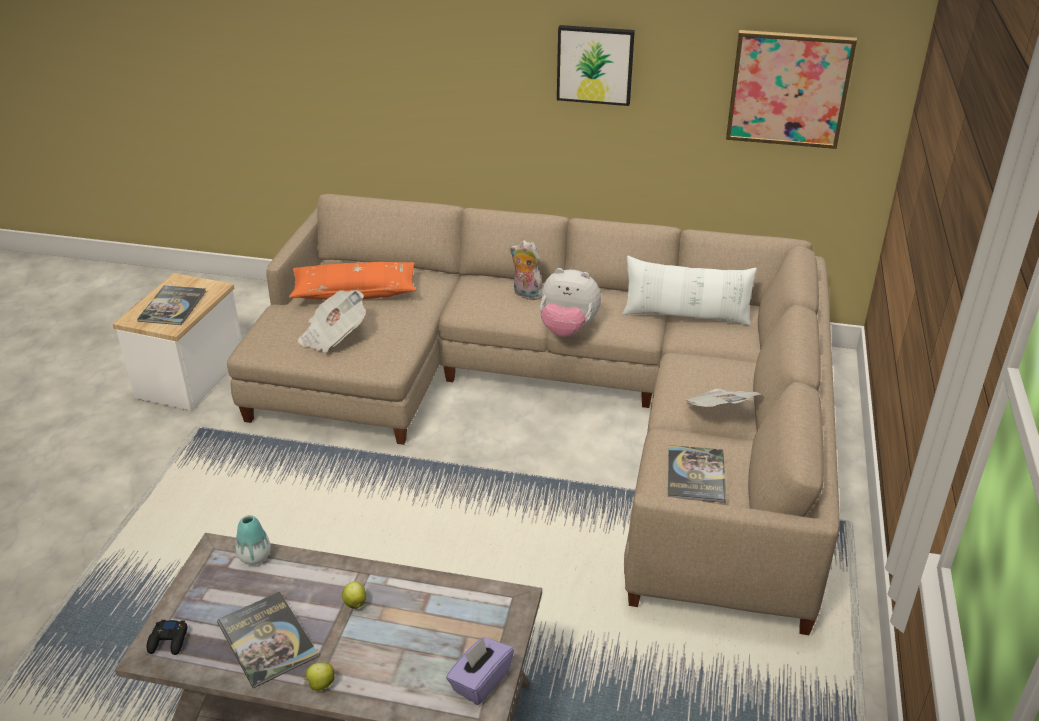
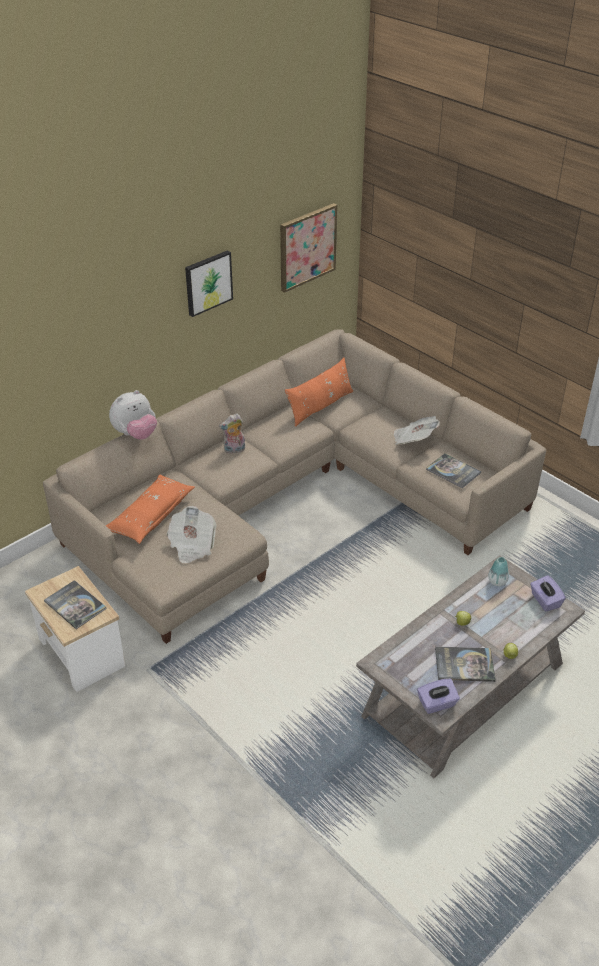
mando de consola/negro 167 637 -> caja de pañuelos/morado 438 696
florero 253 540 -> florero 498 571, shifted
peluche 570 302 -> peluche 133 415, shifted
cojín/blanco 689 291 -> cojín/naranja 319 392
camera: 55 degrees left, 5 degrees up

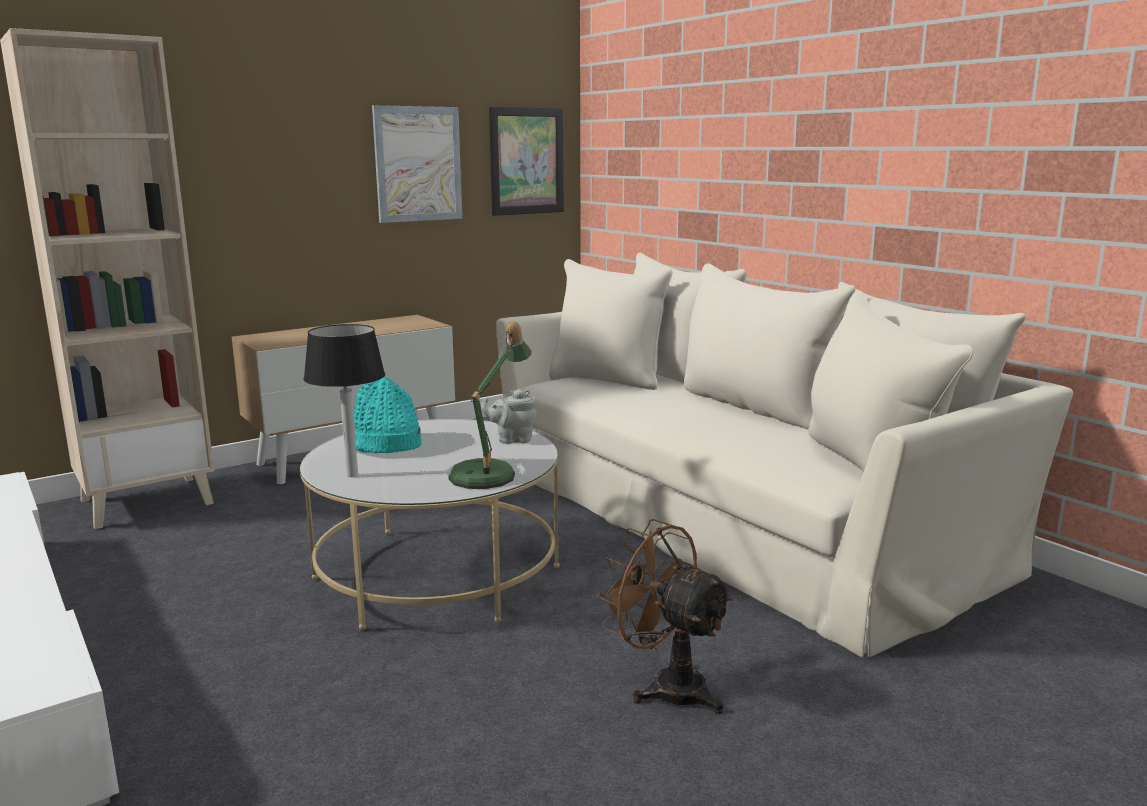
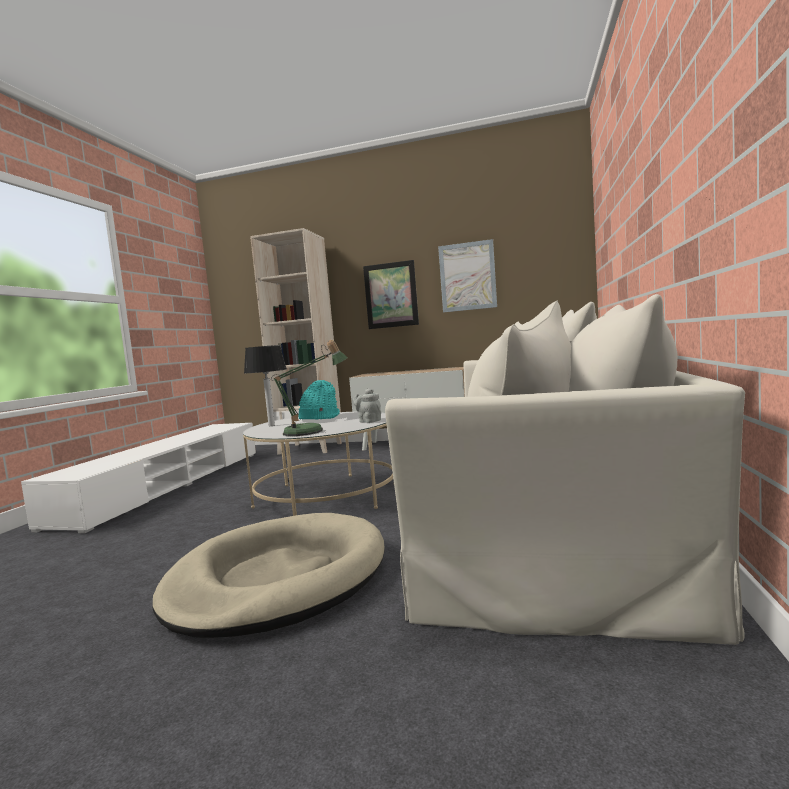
cuadro 526 161 -> cuadro 391 294, shifted
ventilador/marrón 664 616 -> cama para perro/beis 268 575
camera: 50 degrees right, 10 degrees down

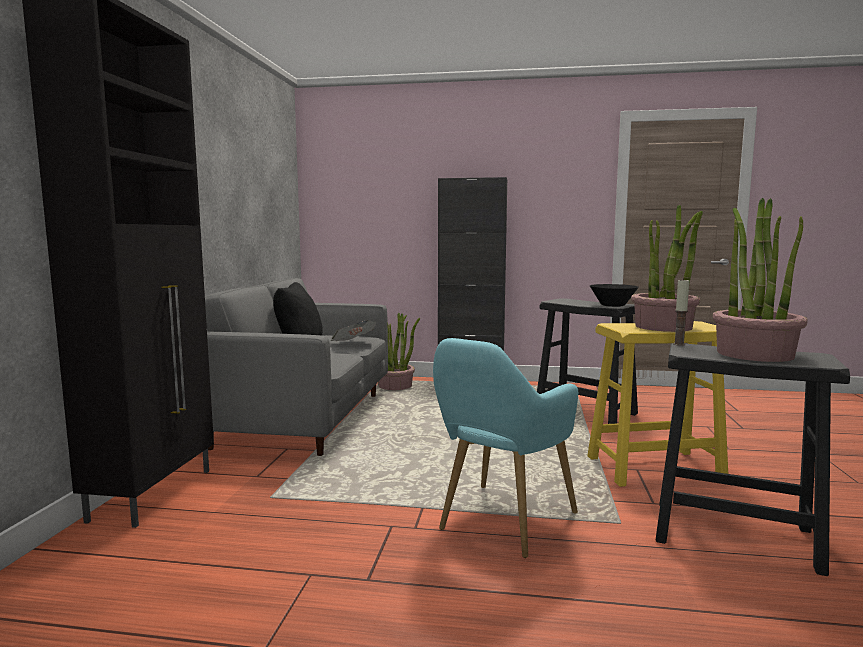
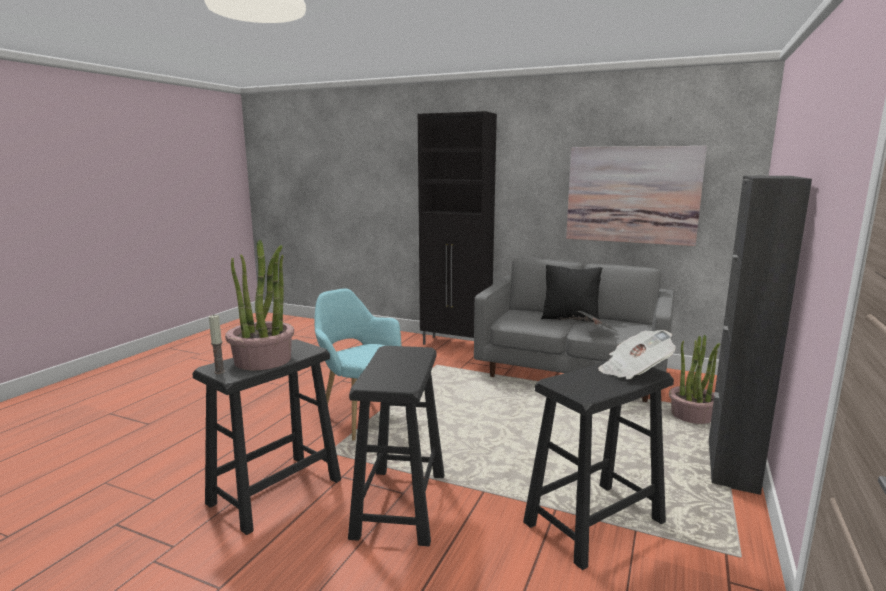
taburete/amarillo 657 404 -> taburete/negro 396 446
cuenco/negro 614 295 -> none
planta en maceta 667 268 -> none
vela 681 312 -> vela 217 344, shifted
none -> cuadro 636 196
none -> periódico 637 354
camera: 105 degrees right, 5 degrees up

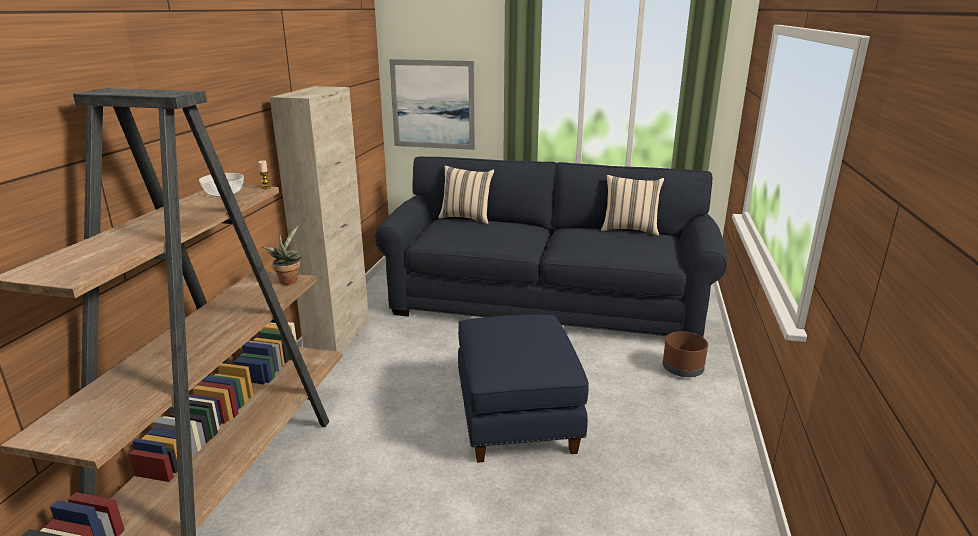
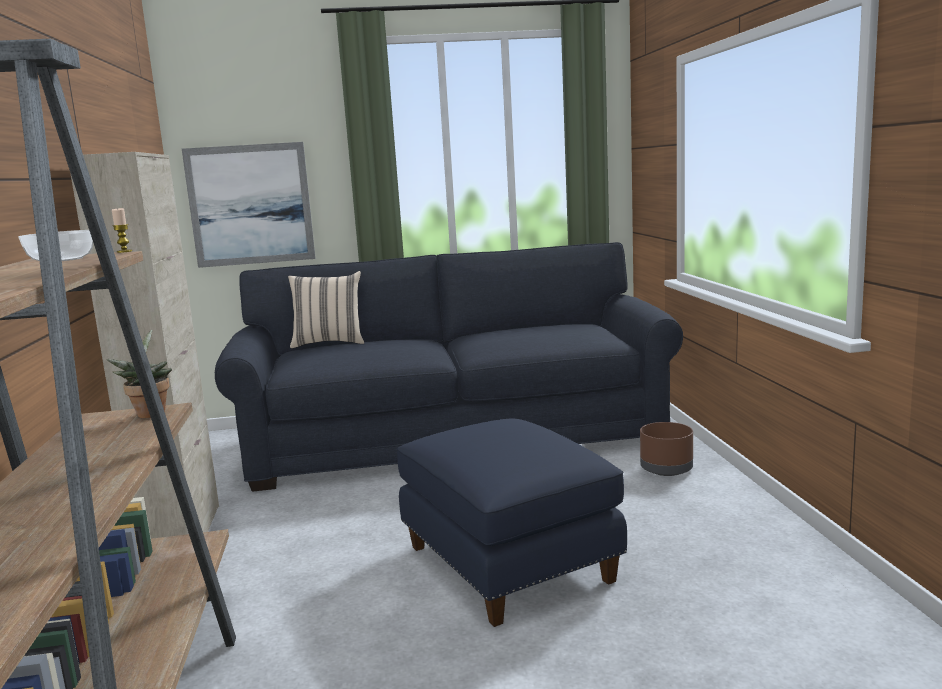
cojín/beis 632 205 -> none
camera: 20 degrees left, 10 degrees down

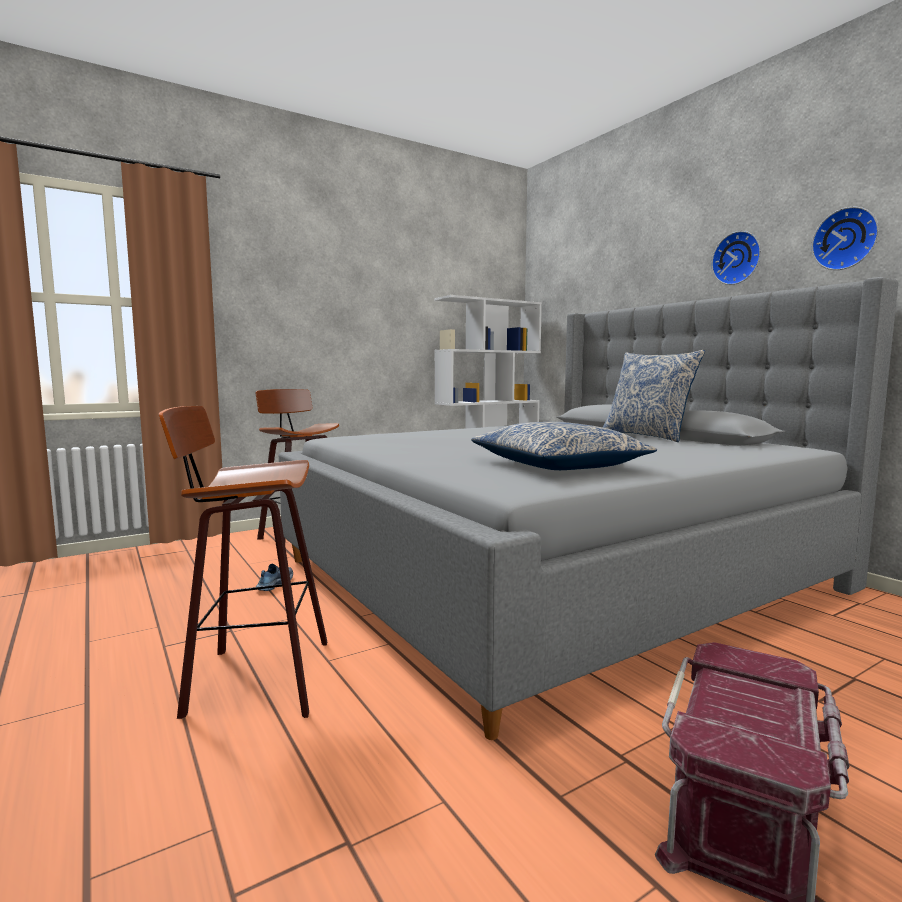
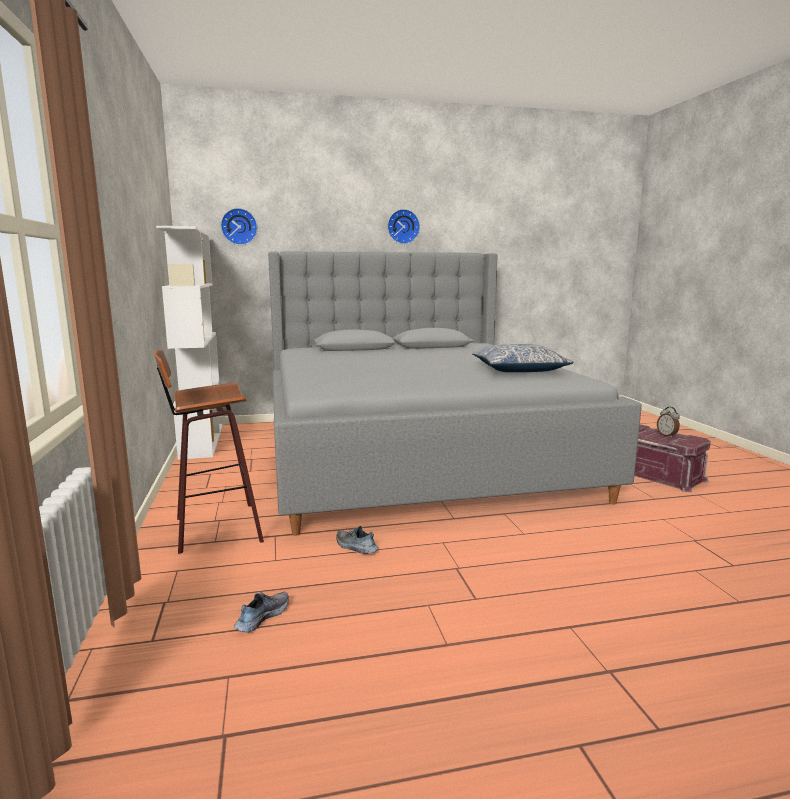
taburete 243 562 -> none
cojín 654 396 -> none
reloj de pared 845 238 -> reloj de pared 239 226, shifted
none -> zapato 261 612
none -> despertador 668 422
camera: 70 degrees left, 5 degrees up

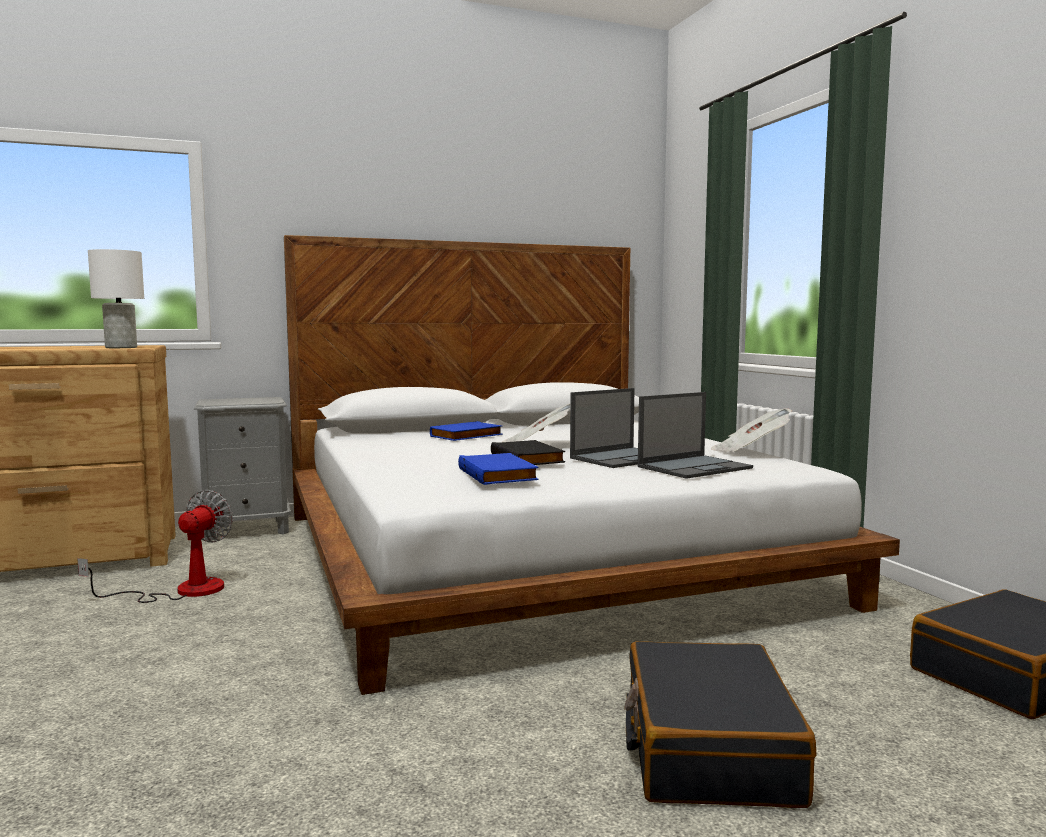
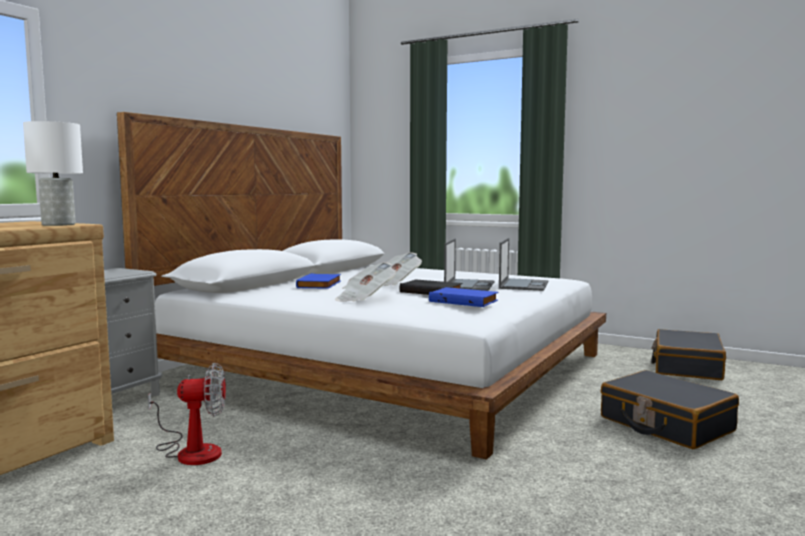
ventilador 155 546 -> ventilador 187 414, 105 degrees clockwise
periódico 751 430 -> periódico 365 282, shifted
camera: 40 degrees left, 0 degrees up

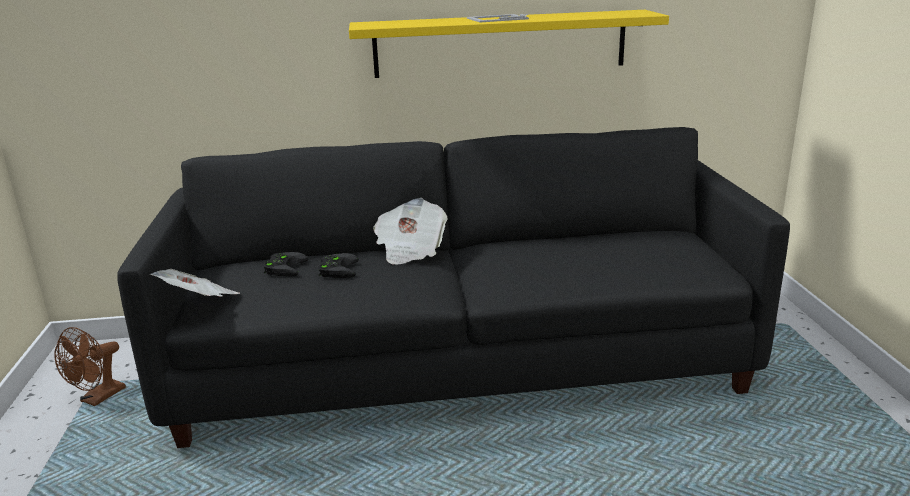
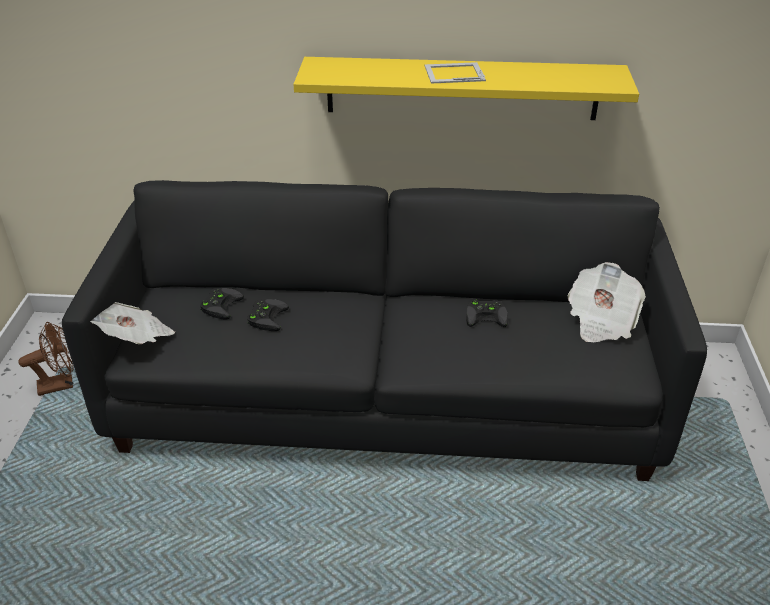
ventilador/marrón 90 366 -> ventilador/marrón 46 359, 150 degrees counterclockwise
periódico 410 231 -> periódico 606 302, shifted
none -> mando de consola/negro 487 313
camera: 10 degrees right, 15 degrees up

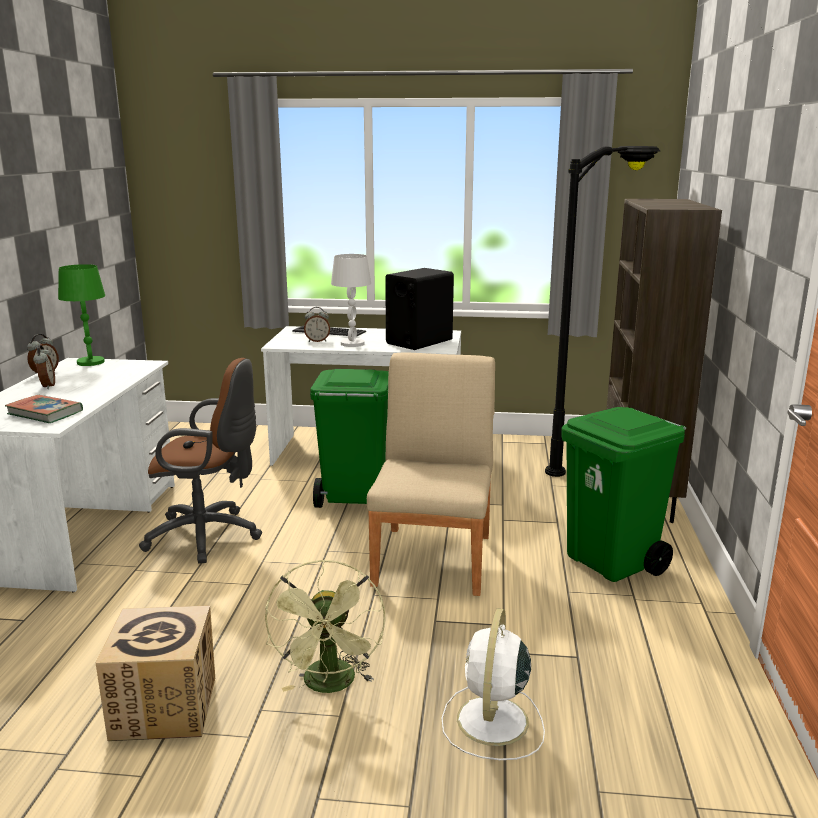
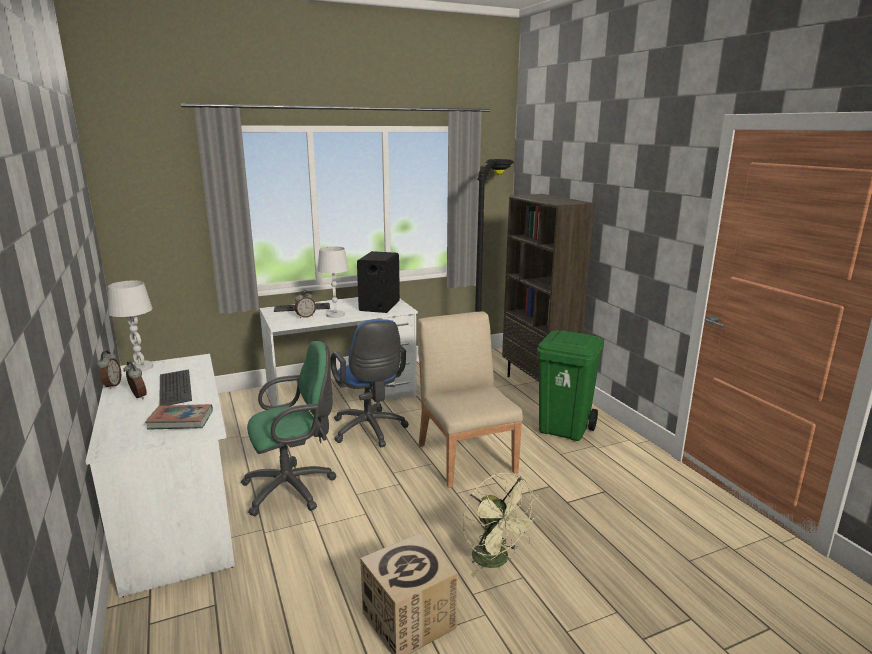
lámpara de mesa/verde 81 315 -> lámpara de mesa/blanco 130 326
silla de oficina/marrón 200 461 -> silla de oficina/verde 289 428
papelera/verde 349 438 -> silla de oficina/azul 370 383
ventilador/blanco 493 684 -> none
none -> teclado 175 387
camera: 30 degrees left, 0 degrees up

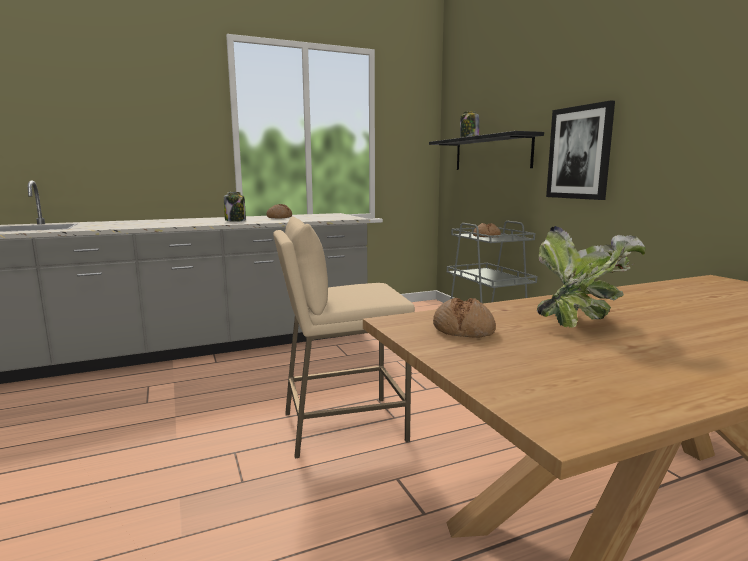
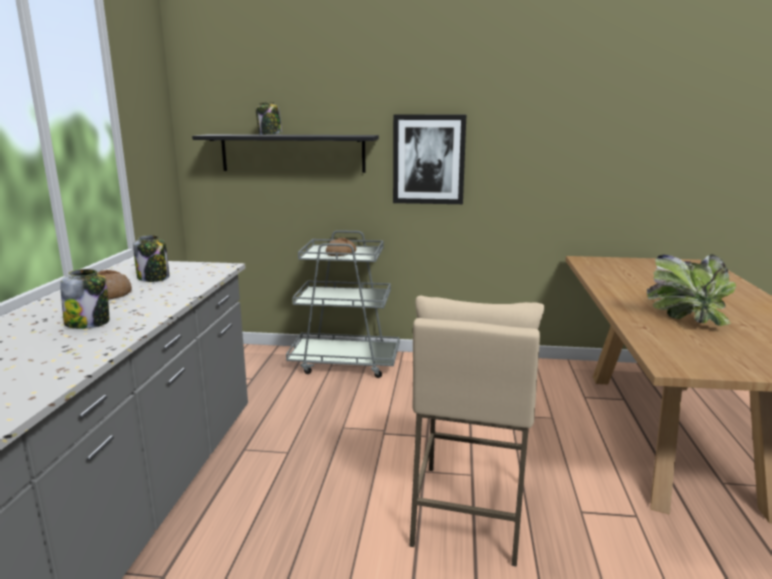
pan 464 318 -> none
none -> tarro 151 258
camera: 60 degrees left, 5 degrees up

